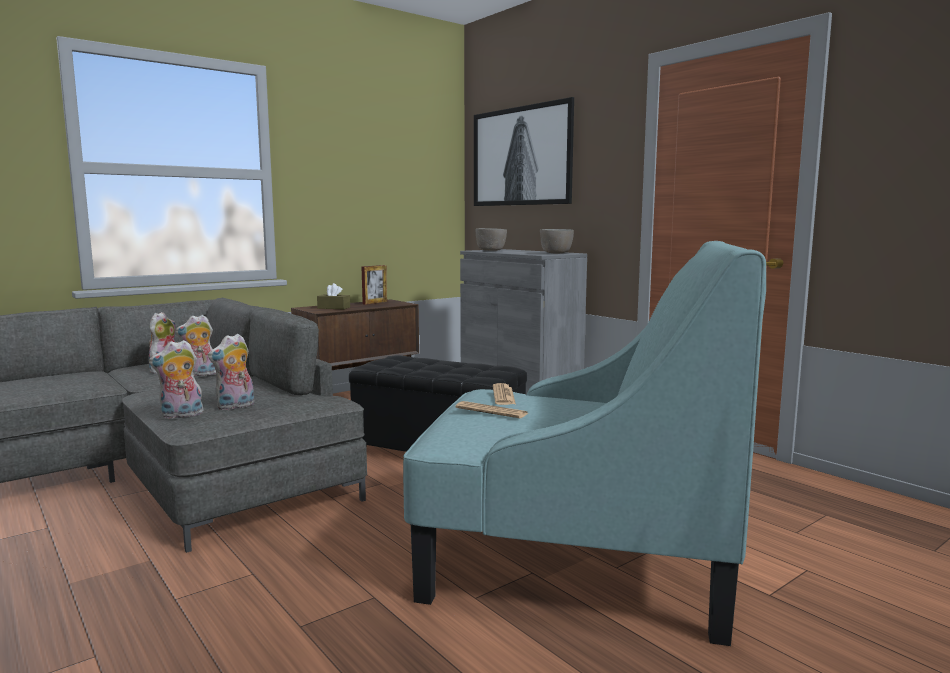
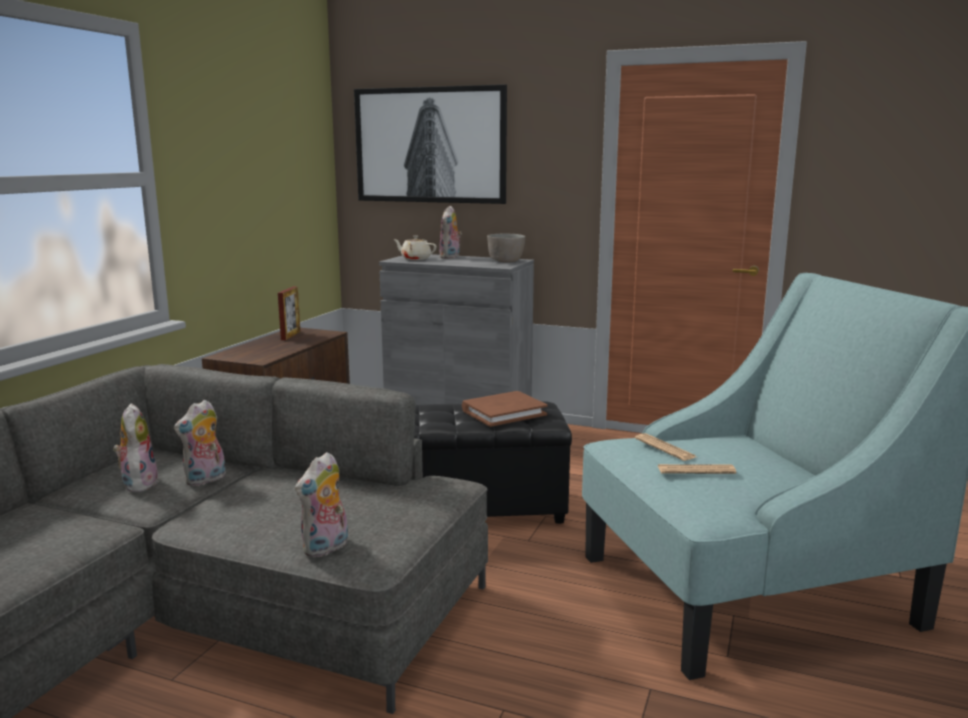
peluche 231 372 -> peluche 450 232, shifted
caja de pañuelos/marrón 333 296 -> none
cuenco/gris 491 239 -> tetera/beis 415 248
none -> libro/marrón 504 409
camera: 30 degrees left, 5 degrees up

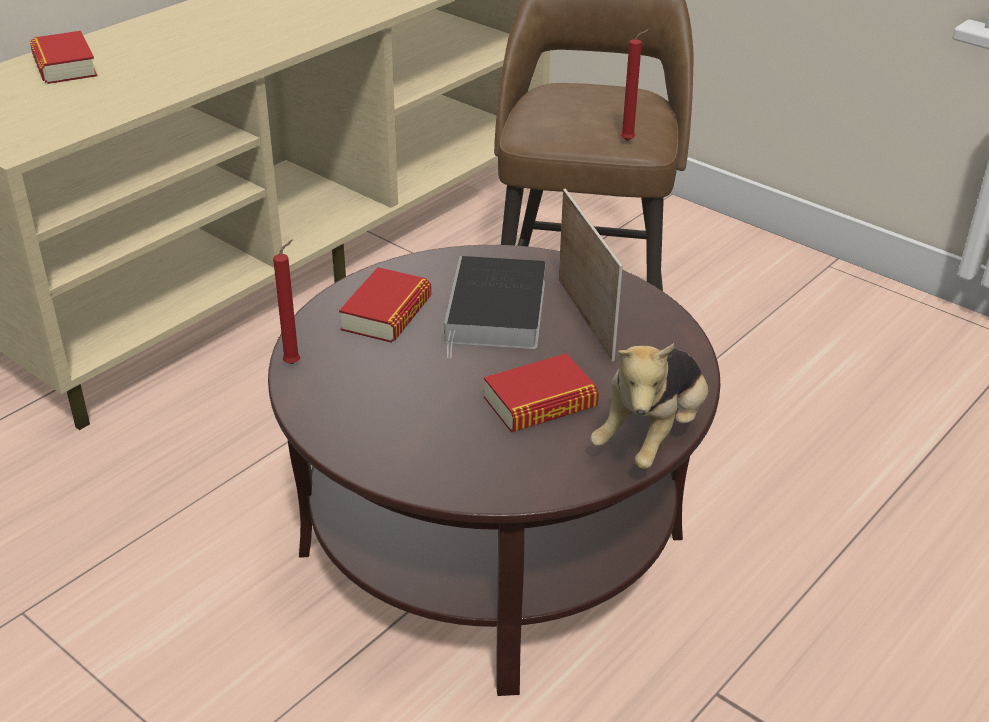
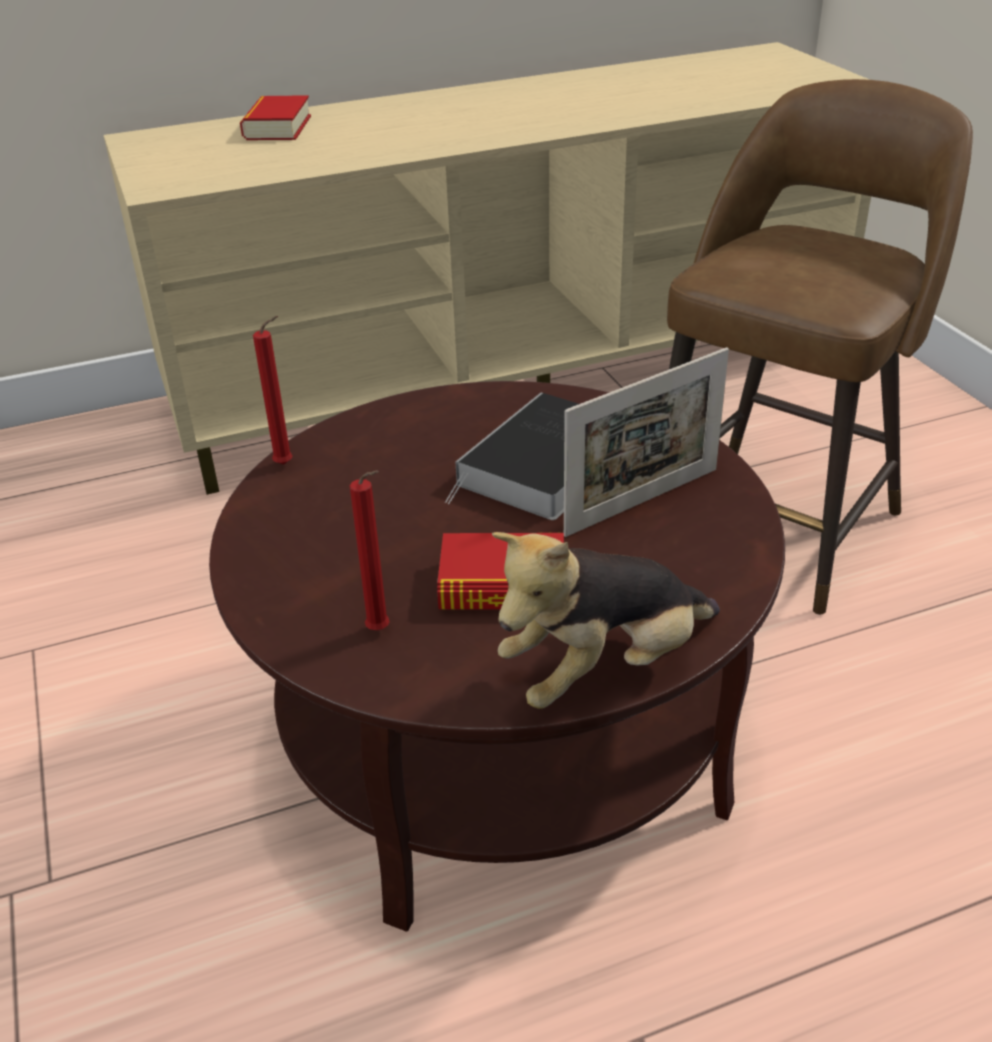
libro 385 305 -> none
portarretratos 591 275 -> portarretratos 646 442, 45 degrees clockwise
vela/rojo 635 85 -> vela/rojo 370 550, shifted
camera: 30 degrees right, 0 degrees up

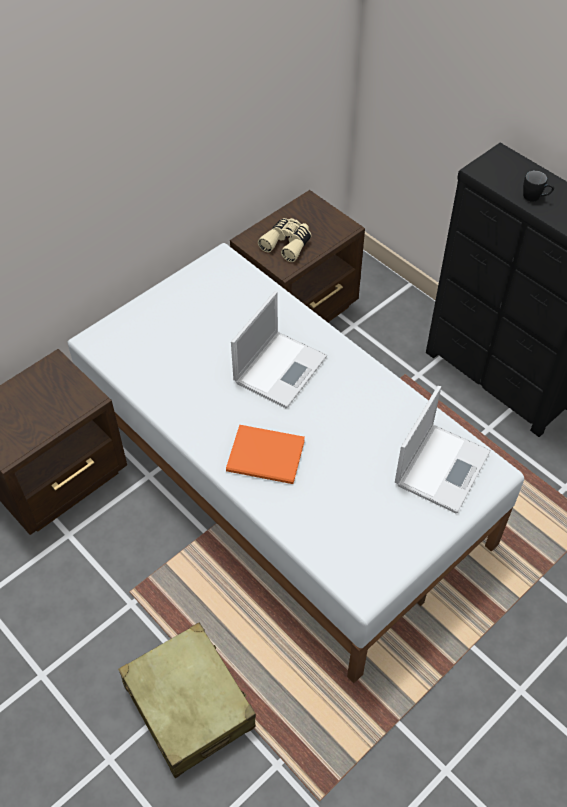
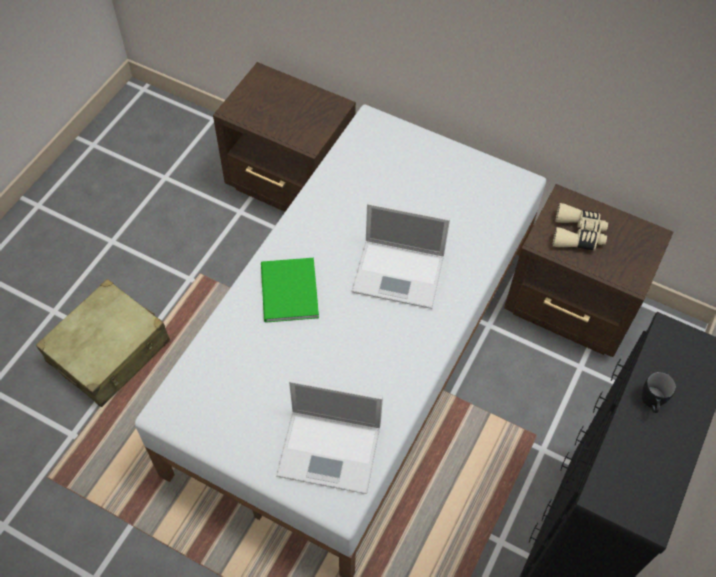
libro/naranja 265 454 -> libro/verde 290 290
camera: 70 degrees right, 5 degrees up

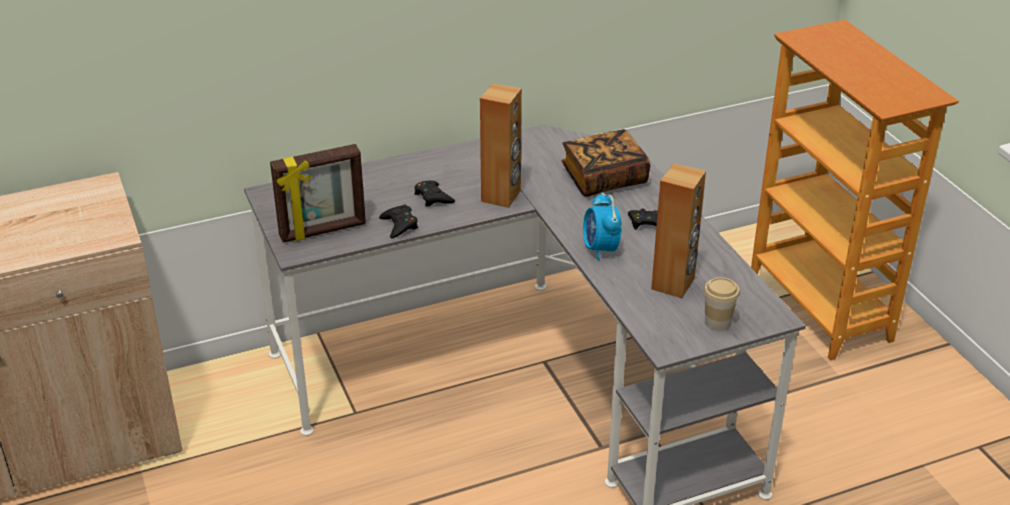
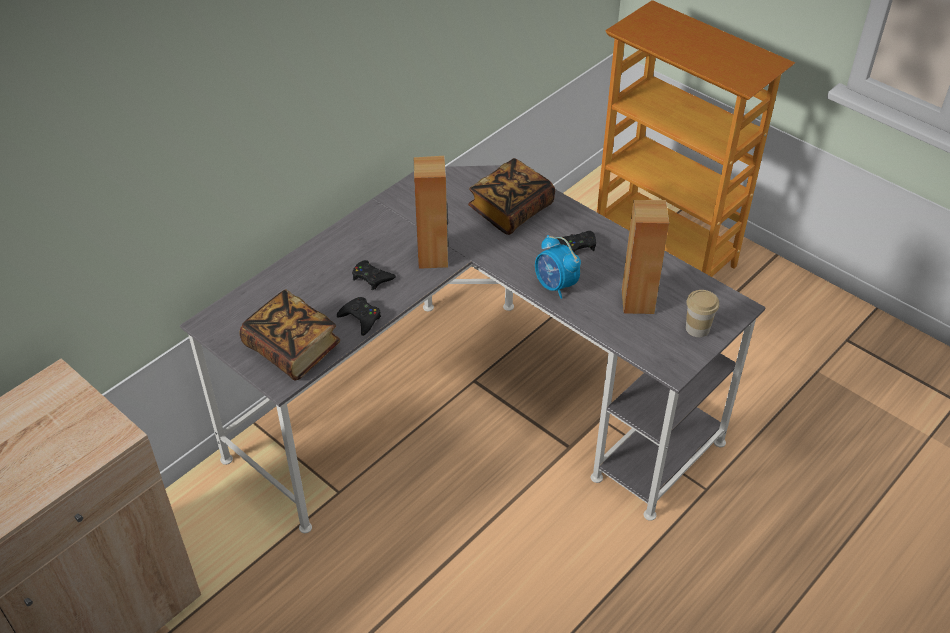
portarretratos 318 193 -> libro 290 335
camera: 25 degrees left, 10 degrees up

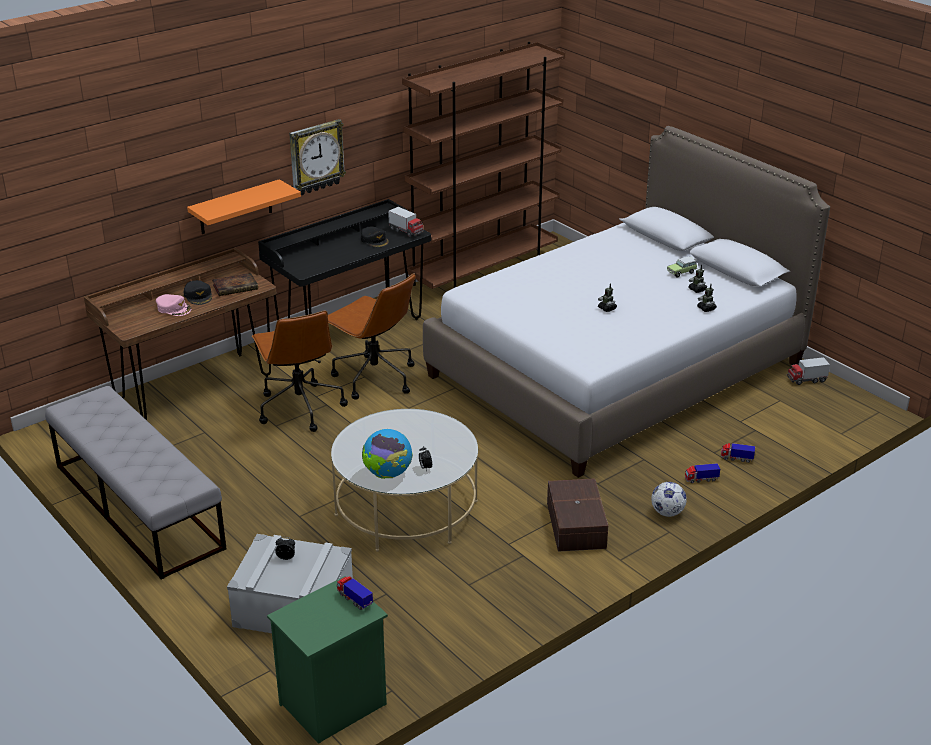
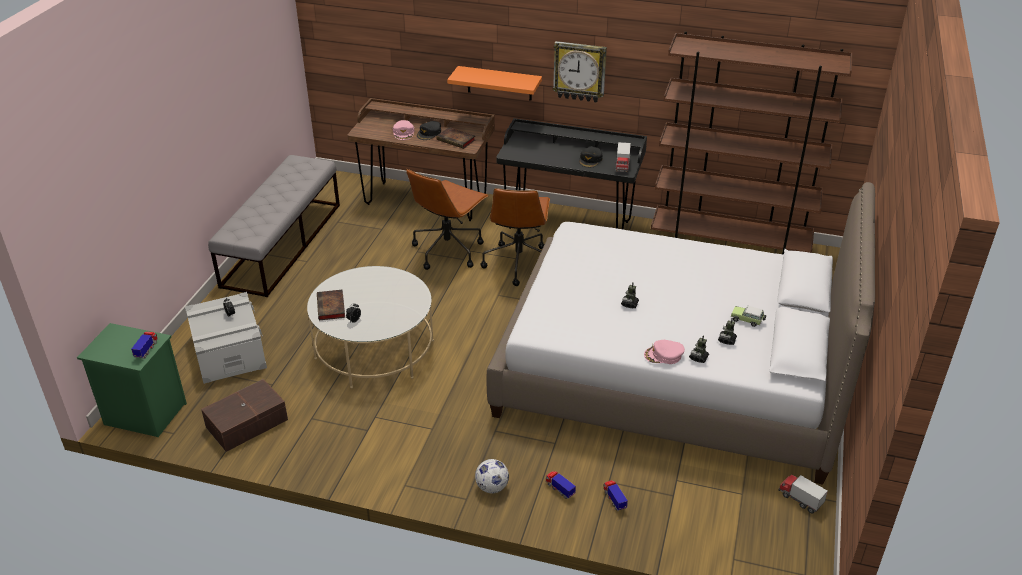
globo terráqueo 387 454 -> libro 331 305
caja de almacenaje/marrón 577 515 -> caja de almacenaje/marrón 244 415, shifted
none -> gorra/rosa 664 352
camera: 55 degrees right, 5 degrees up

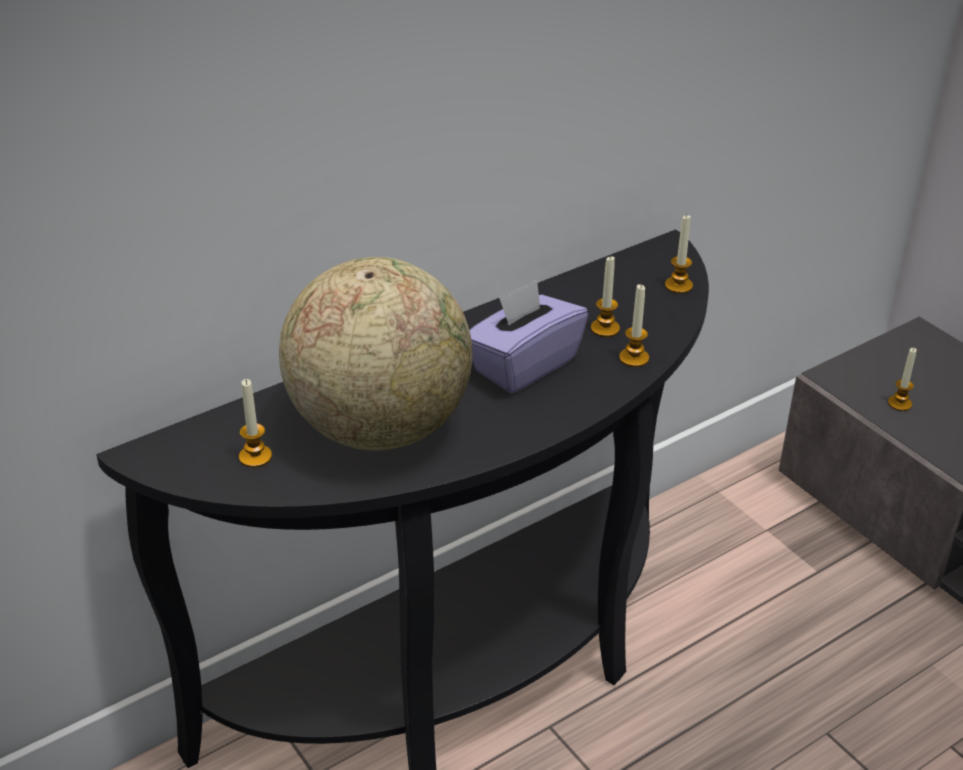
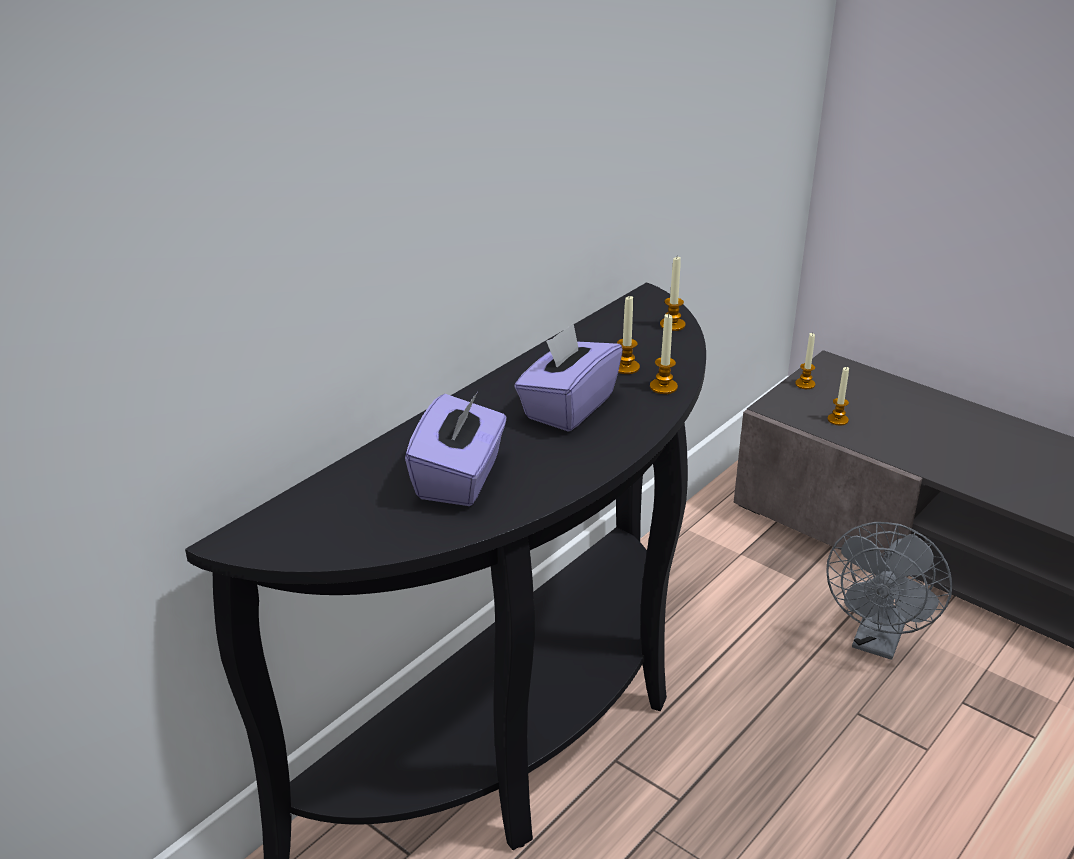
vela 255 423 -> vela 805 360, shifted
globo terráqueo 375 353 -> caja de pañuelos/morado 456 449
none -> ventilador/gris 889 591
camera: 15 degrees left, 5 degrees down

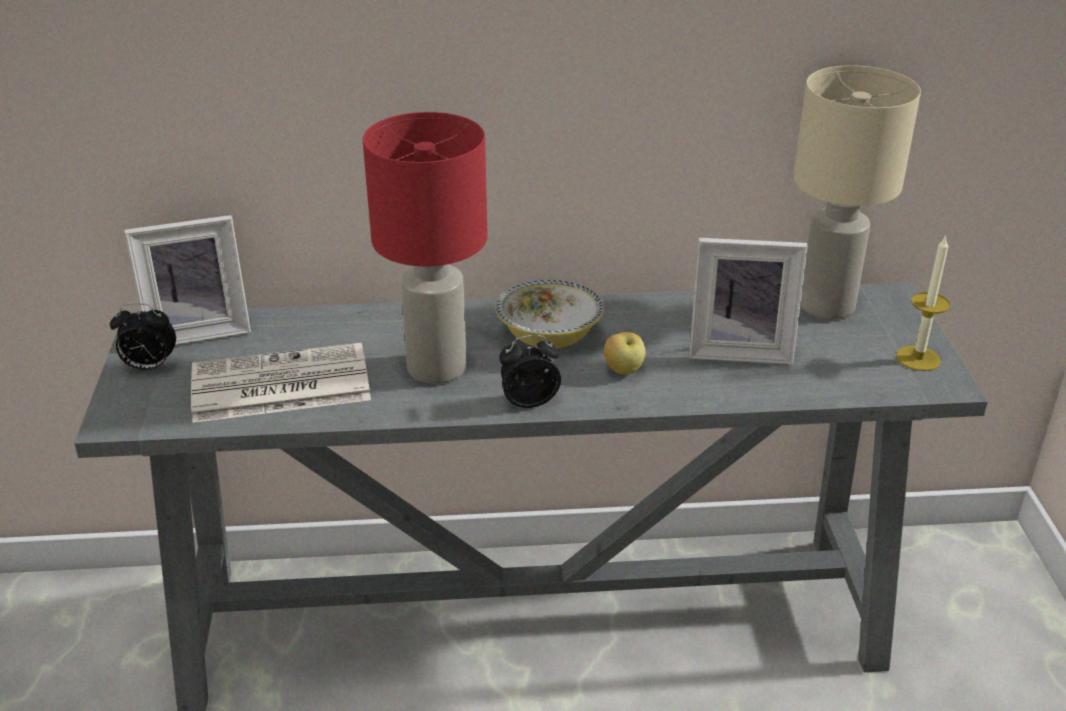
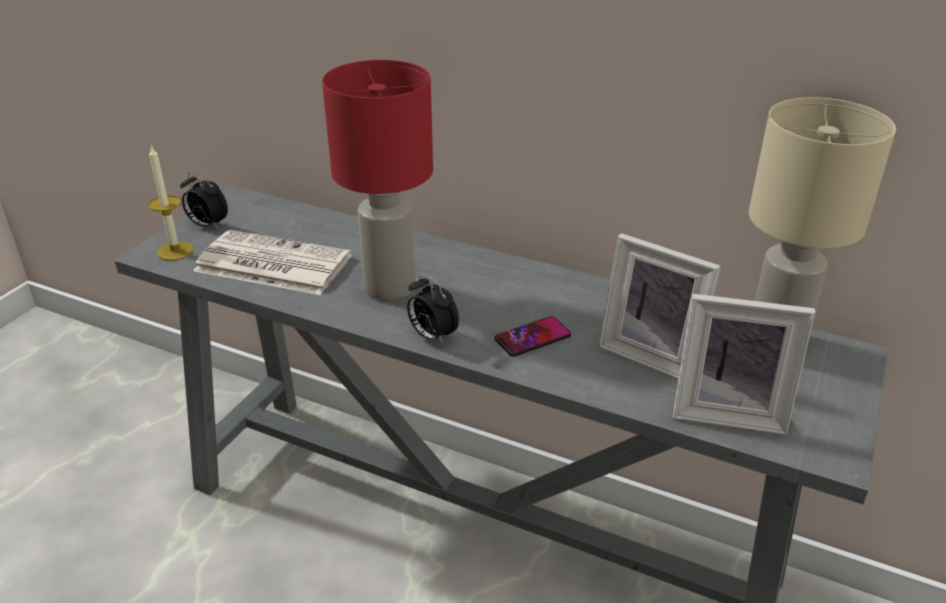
portarretratos 187 280 -> portarretratos 744 364, shifted
cuenco 549 314 -> none
despertador 530 371 -> despertador 433 310, 150 degrees counterclockwise
manzana 625 353 -> móvil 532 336
vela 923 303 -> vela 171 203, shifted
camera: 30 degrees right, 0 degrees up

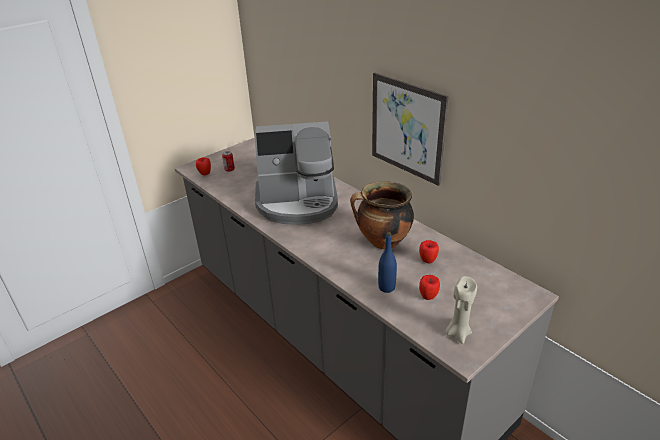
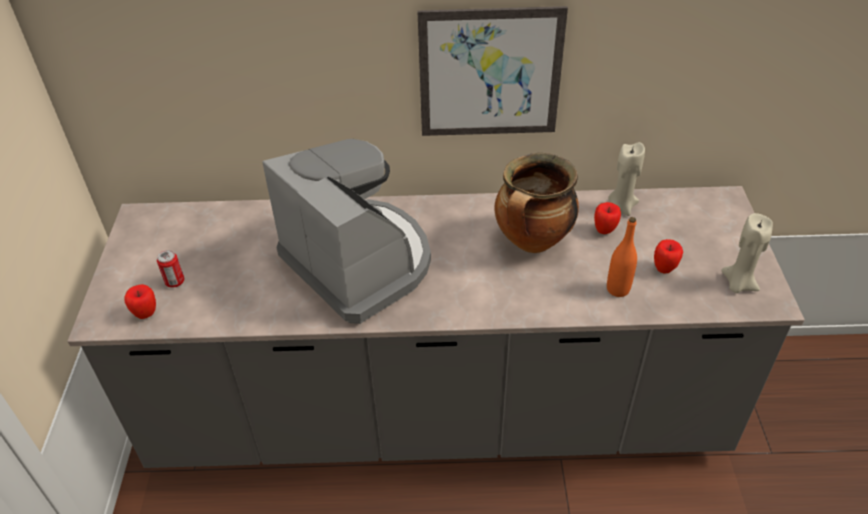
cafetera 296 173 -> cafetera 346 231, 75 degrees counterclockwise
botella/azul 387 262 -> botella/naranja 622 257
none -> vela/beis 626 179
camera: 50 degrees left, 10 degrees up

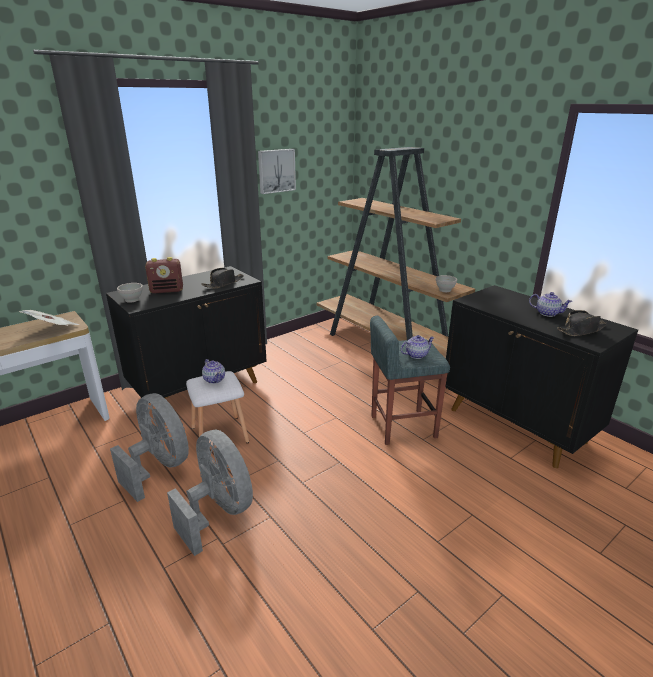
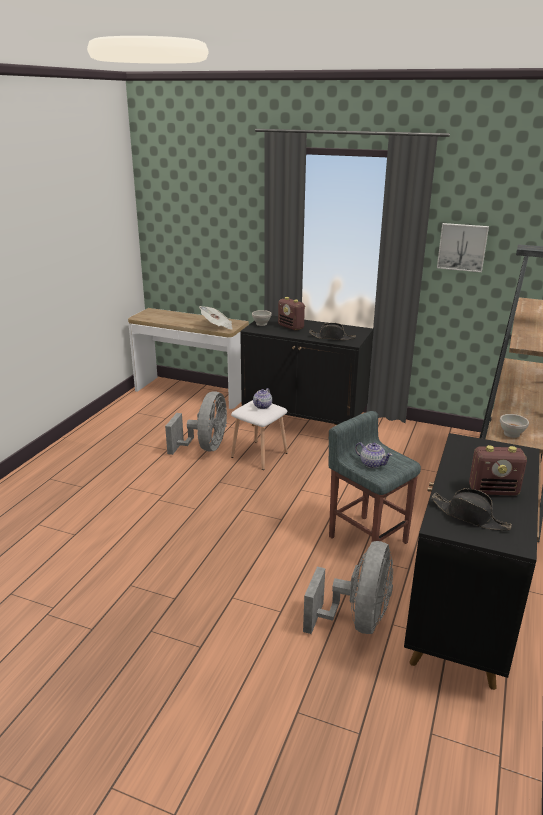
ventilador/gris 210 493 -> ventilador/gris 348 587, shifted
tetera 550 304 -> radio 498 470
camera: 60 degrees right, 0 degrees up

